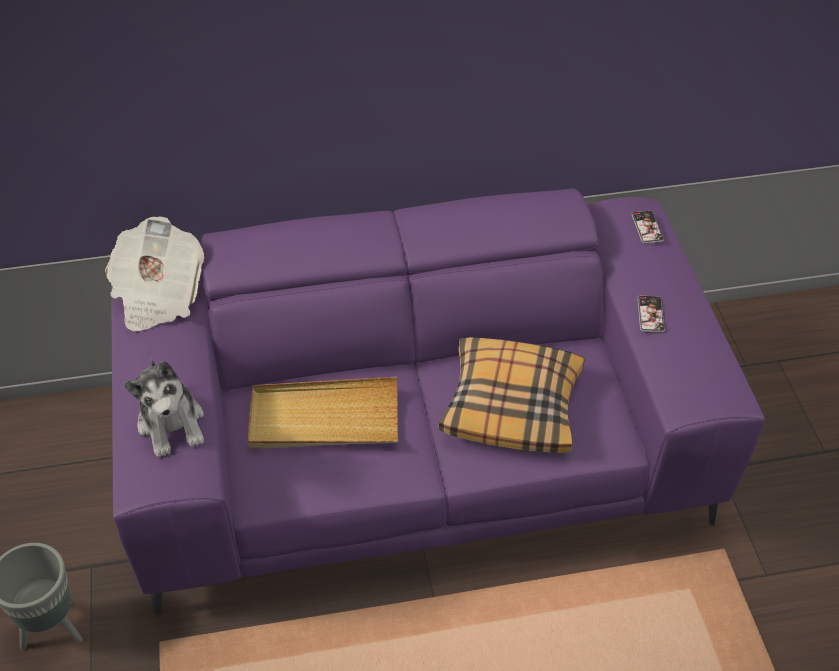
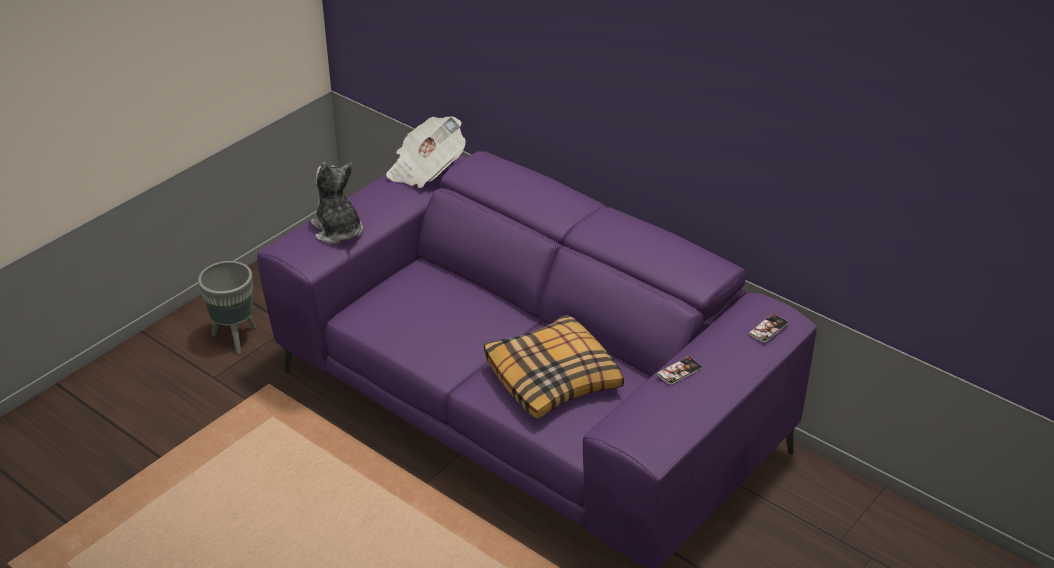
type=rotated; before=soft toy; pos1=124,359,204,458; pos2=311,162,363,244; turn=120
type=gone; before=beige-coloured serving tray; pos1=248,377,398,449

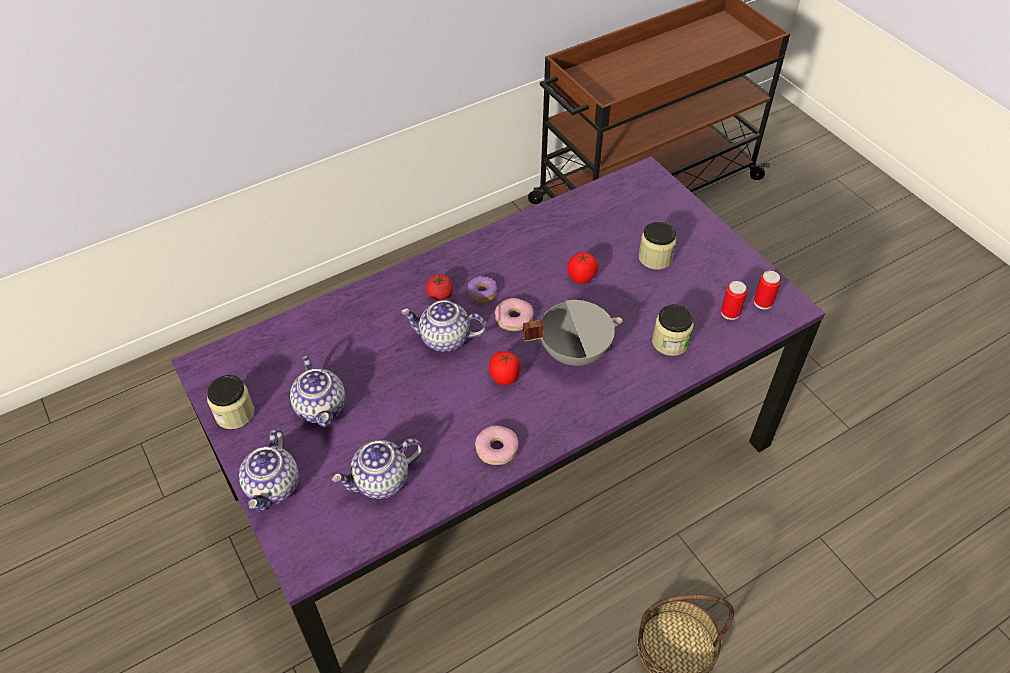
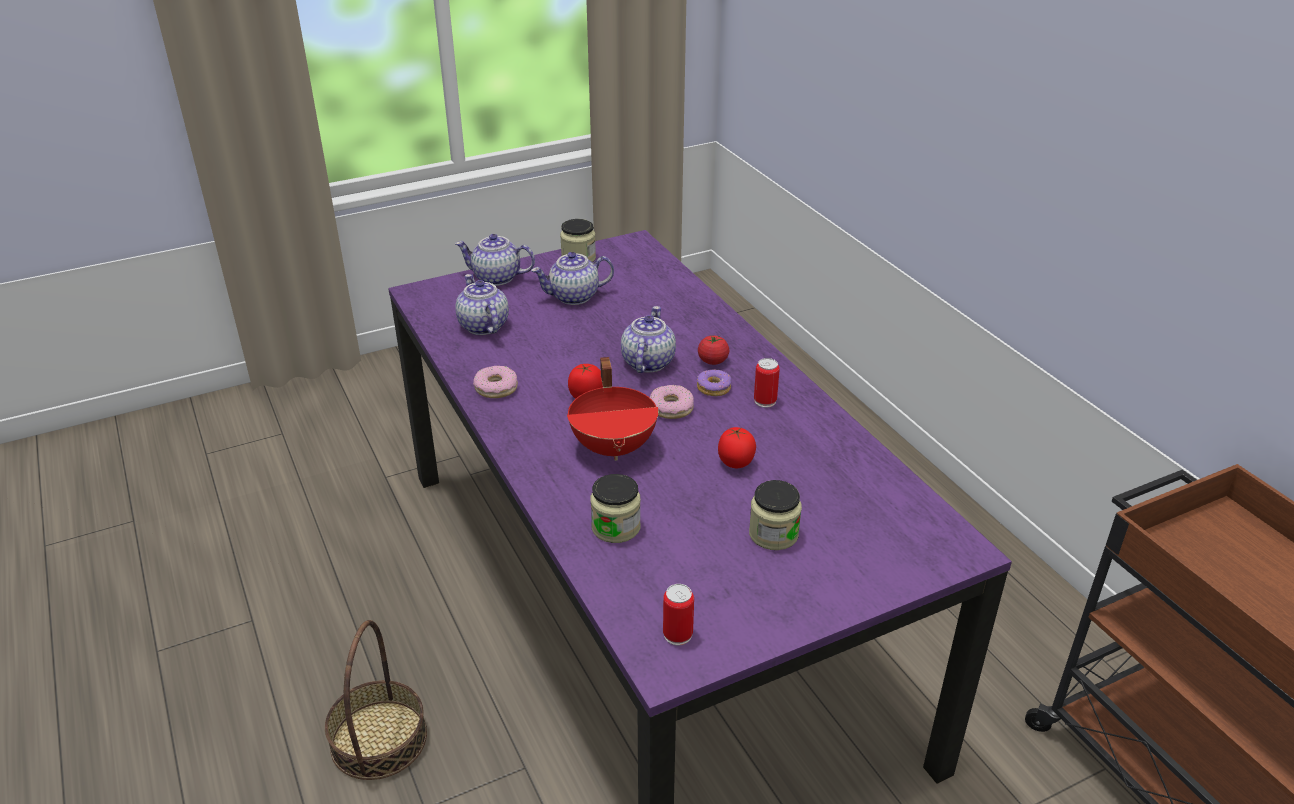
type=shifted; before=sealed can; pos1=721,281,747,320; pos2=754,358,780,408
type=repainted; before=greyish saucepot; after=red-coloured saucepot; pos1=523,300,623,366; pos2=567,357,659,461

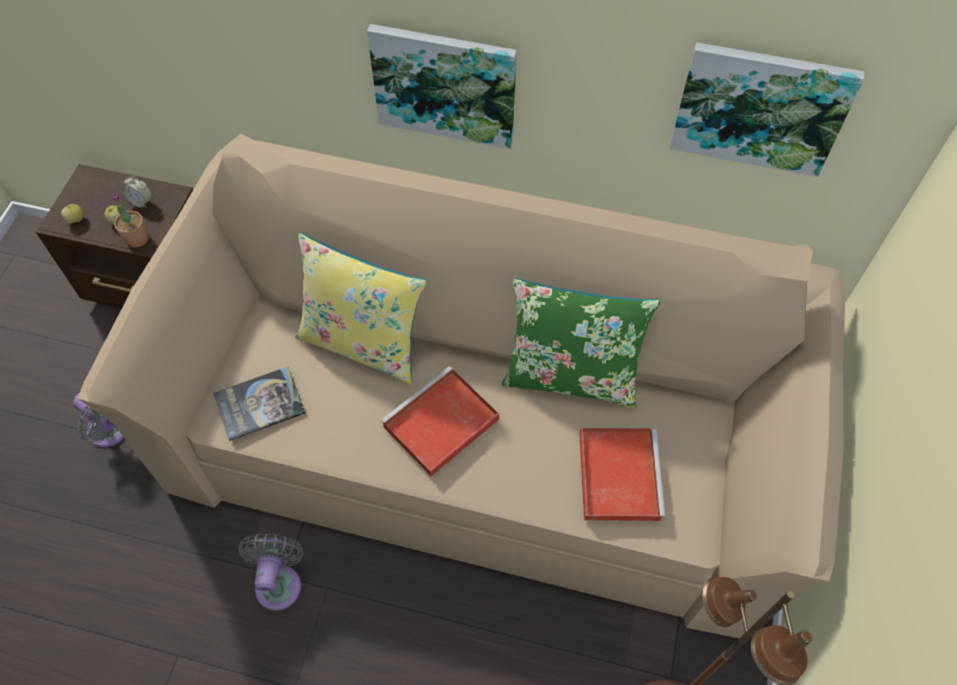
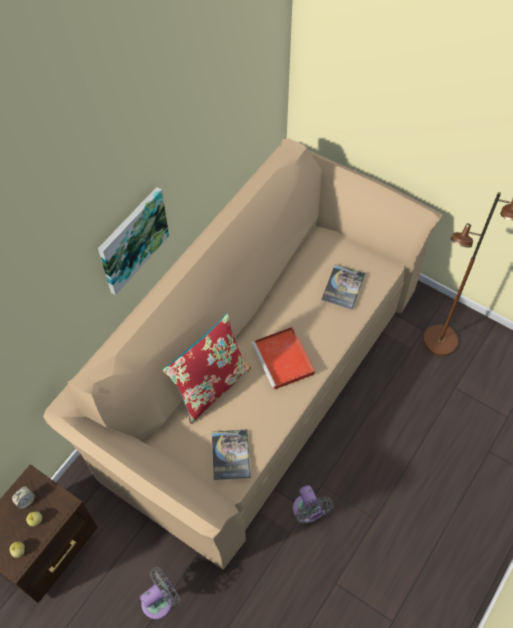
type=gone; before=wall art; pos1=669,42,865,177
type=gone; before=plant in a pot; pos1=112,193,149,247
type=repainted; before=yellow-coloured cushion; after=red-coloured cushion; pos1=295,233,427,385; pos2=163,313,251,424
type=gone; before=greenish cushion; pos1=502,278,661,407
type=swapped; before=red-coloured serving tray; after=book; pos1=579,428,666,521; pos2=321,264,365,310
type=rotated; before=greyish electric fan; pos1=238,534,303,611; pos2=293,485,334,523; turn=-135

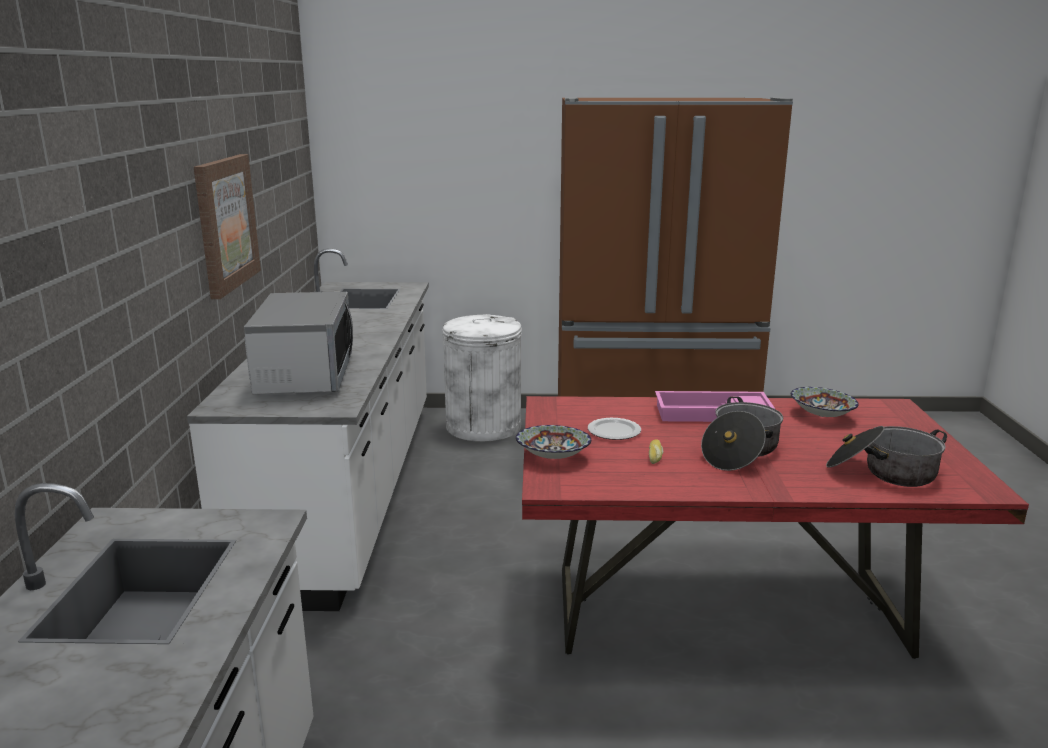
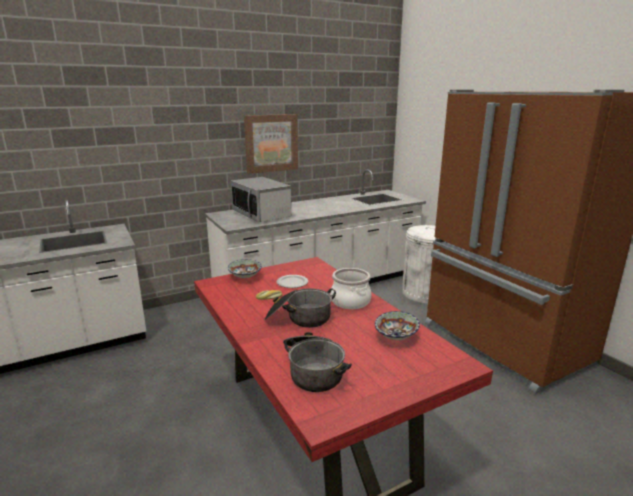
type=rotated; before=kitchen microwave; pos1=244,292,353,394; pos2=231,177,291,222; turn=90
type=swapped; before=pink serving tray; after=saucepot; pos1=655,391,775,422; pos2=330,268,372,309

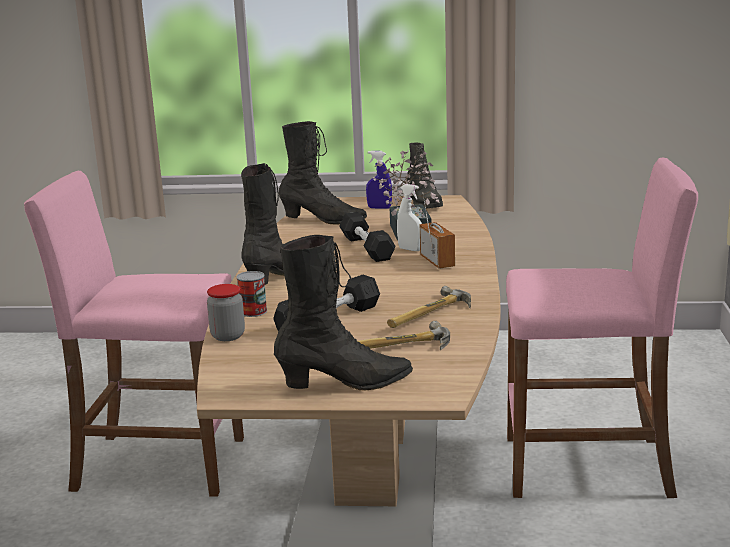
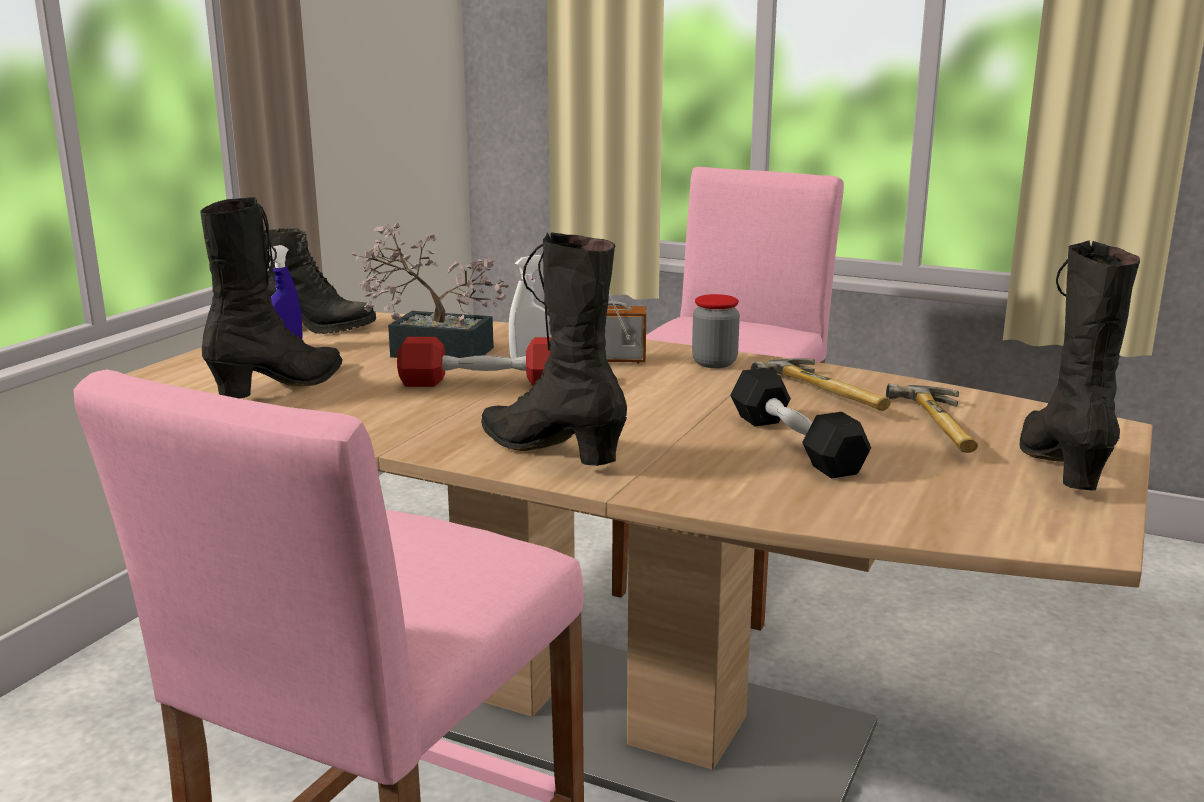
type=repainted; before=black-coloured dumbbell; after=red-coloured dumbbell; pos1=339,212,396,262; pos2=397,337,552,387
type=gone; before=sealed can; pos1=236,271,267,317
type=shifted; before=storage jar; pos1=207,284,245,341; pos2=692,294,740,368

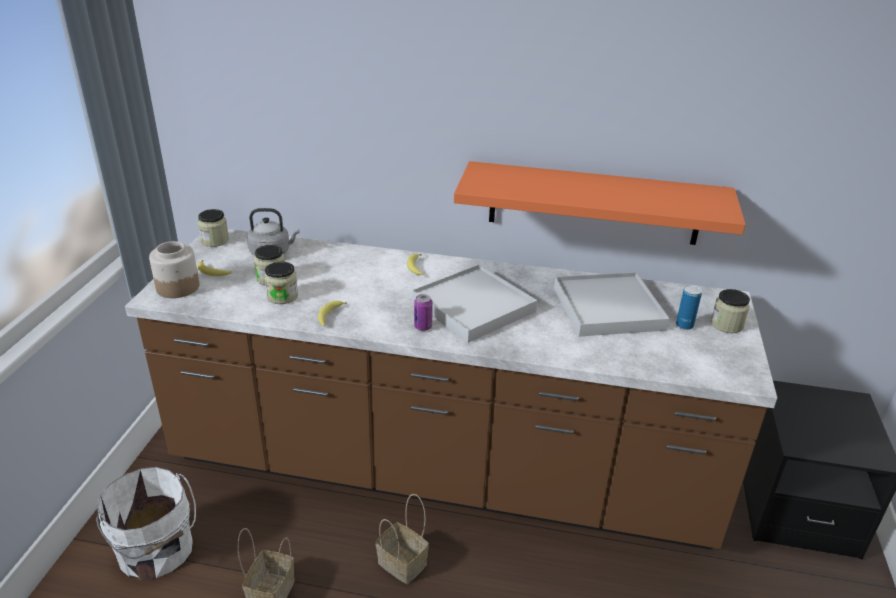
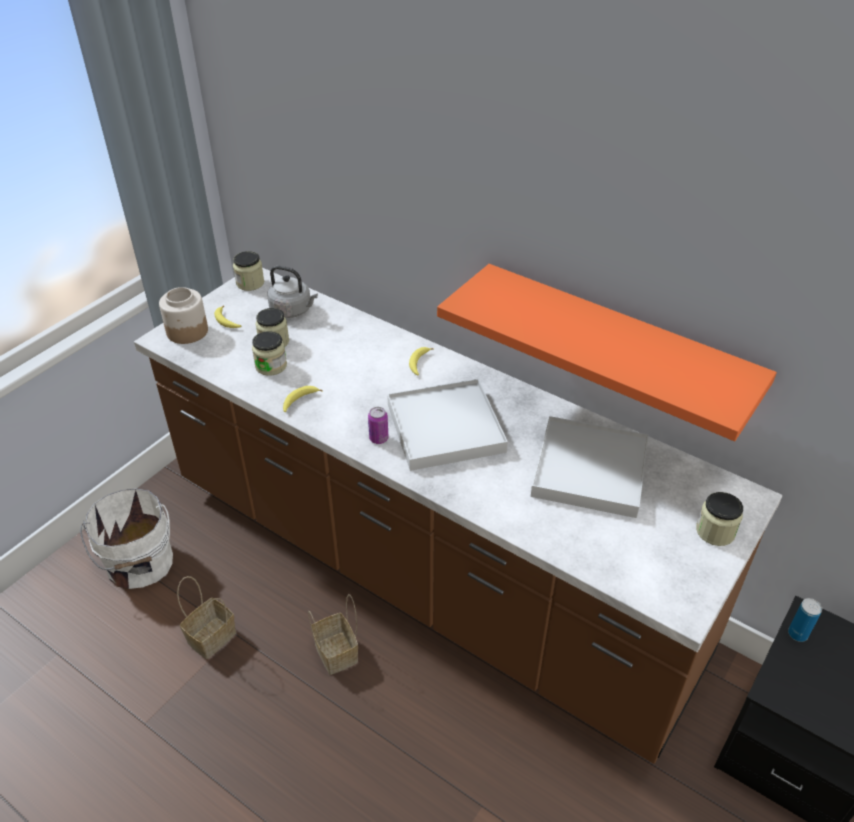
type=shifted; before=sealed can; pos1=676,285,702,330; pos2=788,598,822,642

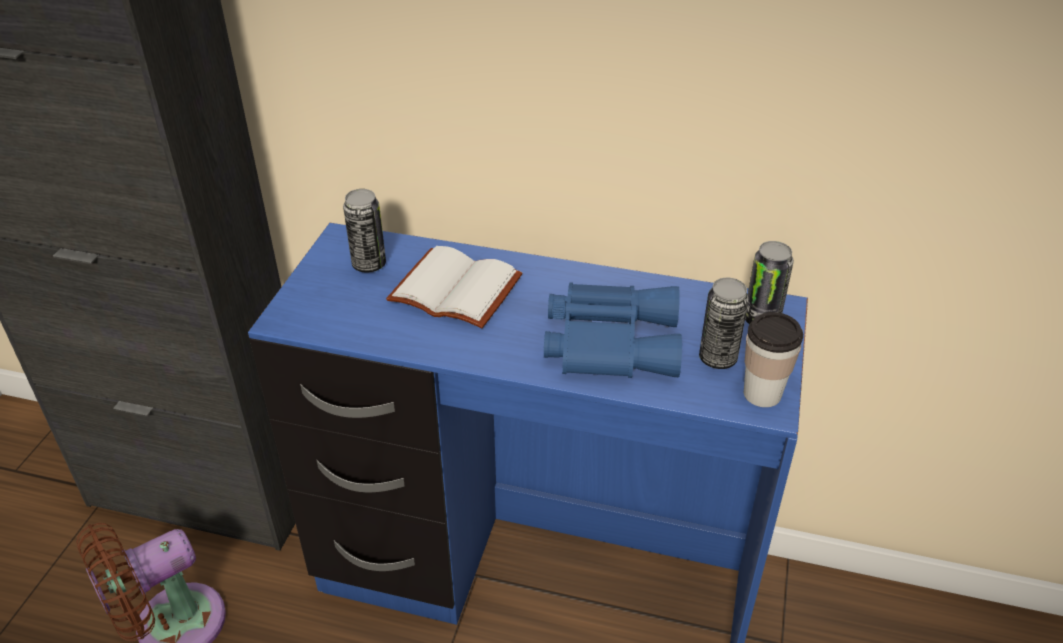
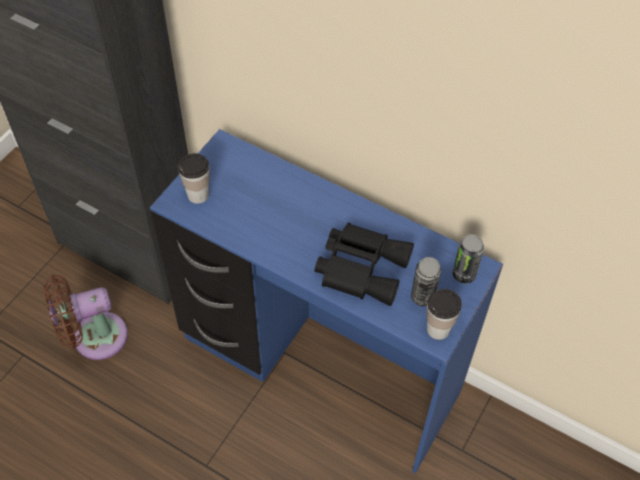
type=gone; before=sealed can; pos1=343,189,386,272
type=gone; before=white book; pos1=386,246,522,328
type=repainted; before=blue-coloured pair of binoculars; after=black-coloured pair of binoculars; pos1=544,282,682,378; pos2=315,223,414,306
type=new; after=drinking cup; pos2=178,153,209,204

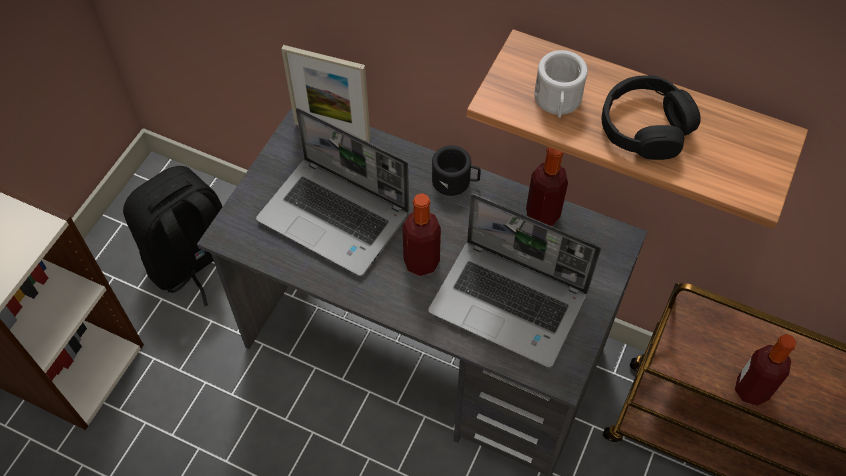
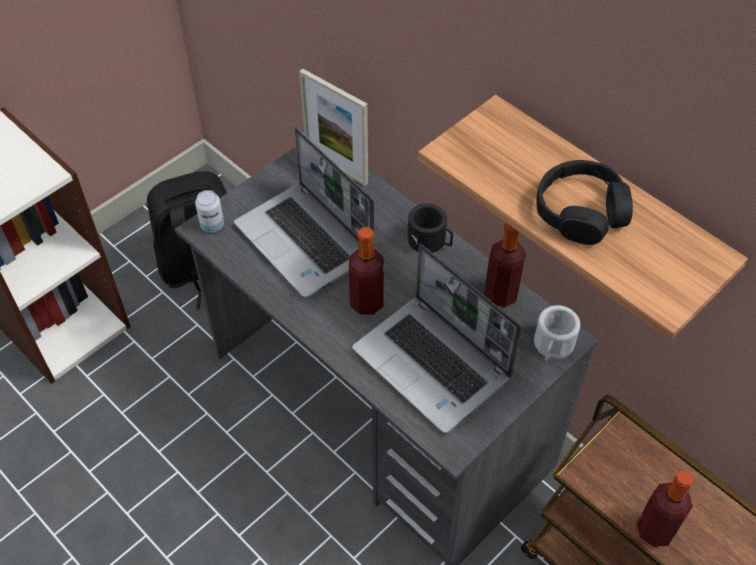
type=shifted; before=white tea mug; pos1=534,50,588,118; pos2=534,305,580,361
type=new; after=sealed can; pos2=195,190,224,232

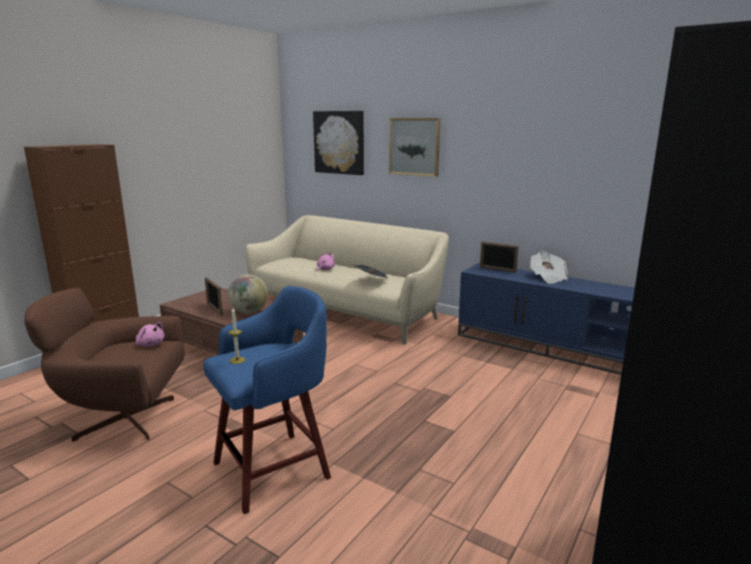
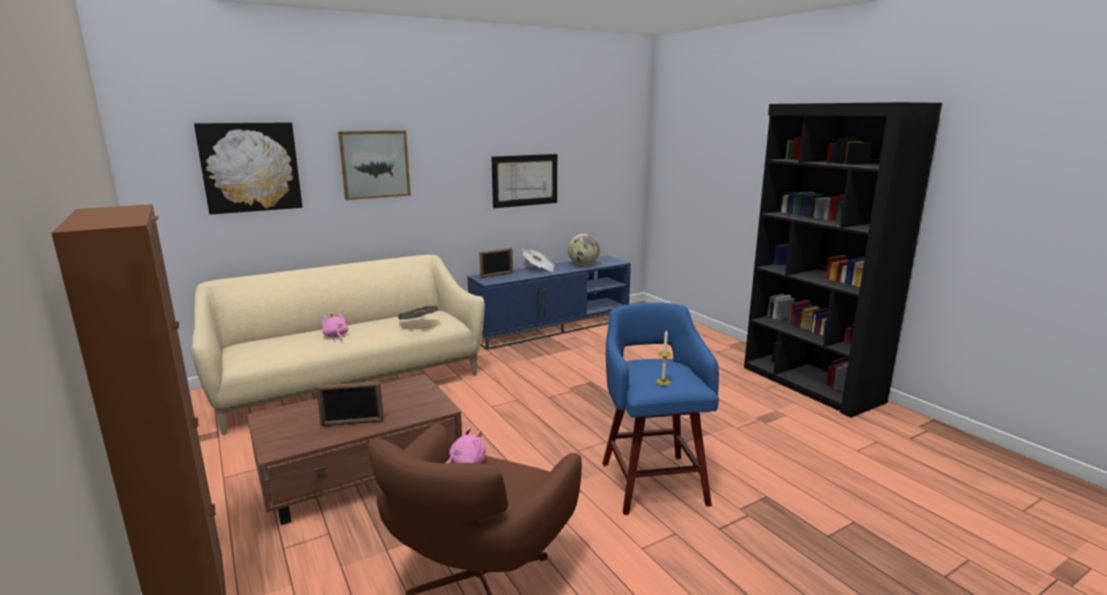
type=shifted; before=desk globe; pos1=228,274,268,313; pos2=568,234,600,266
type=new; after=wall art; pos2=491,154,557,208

